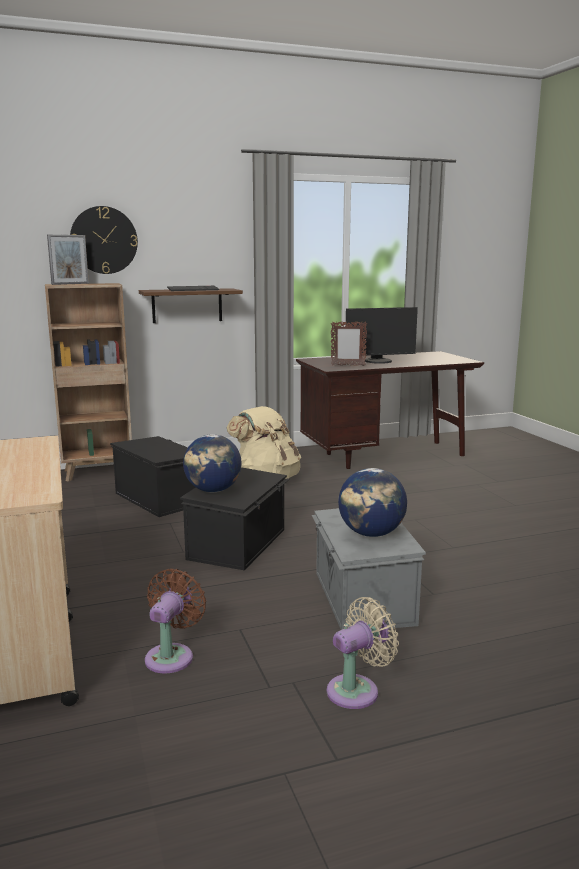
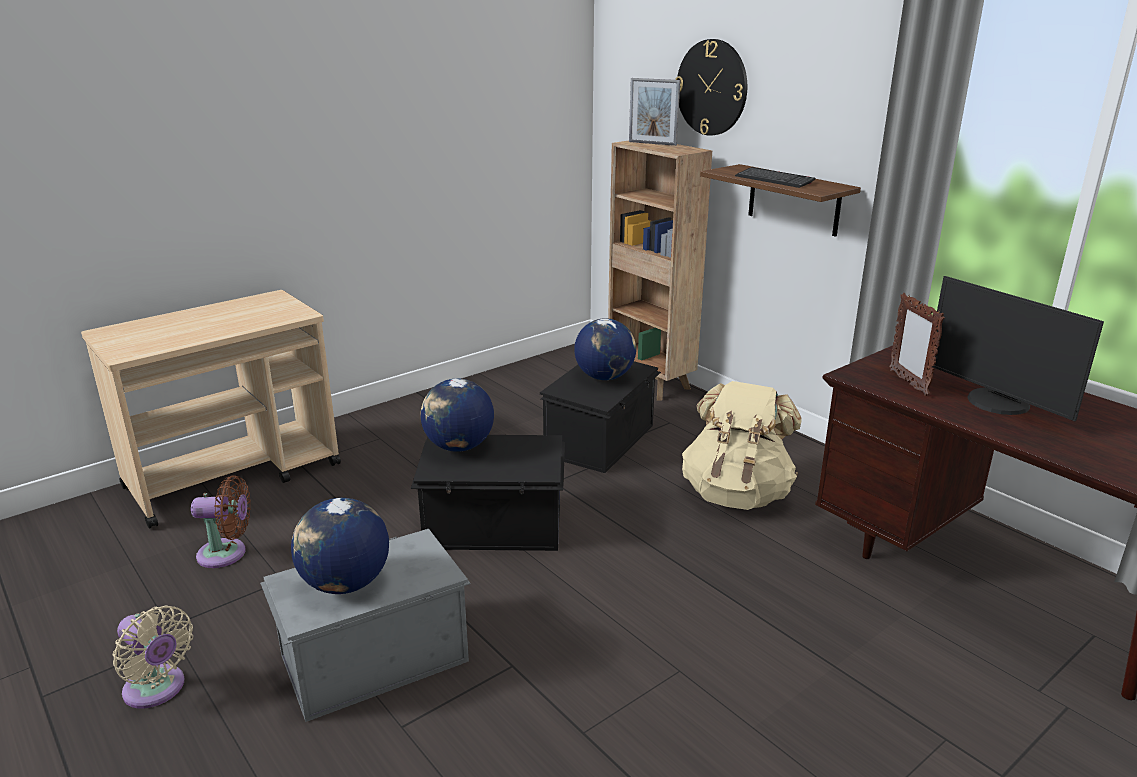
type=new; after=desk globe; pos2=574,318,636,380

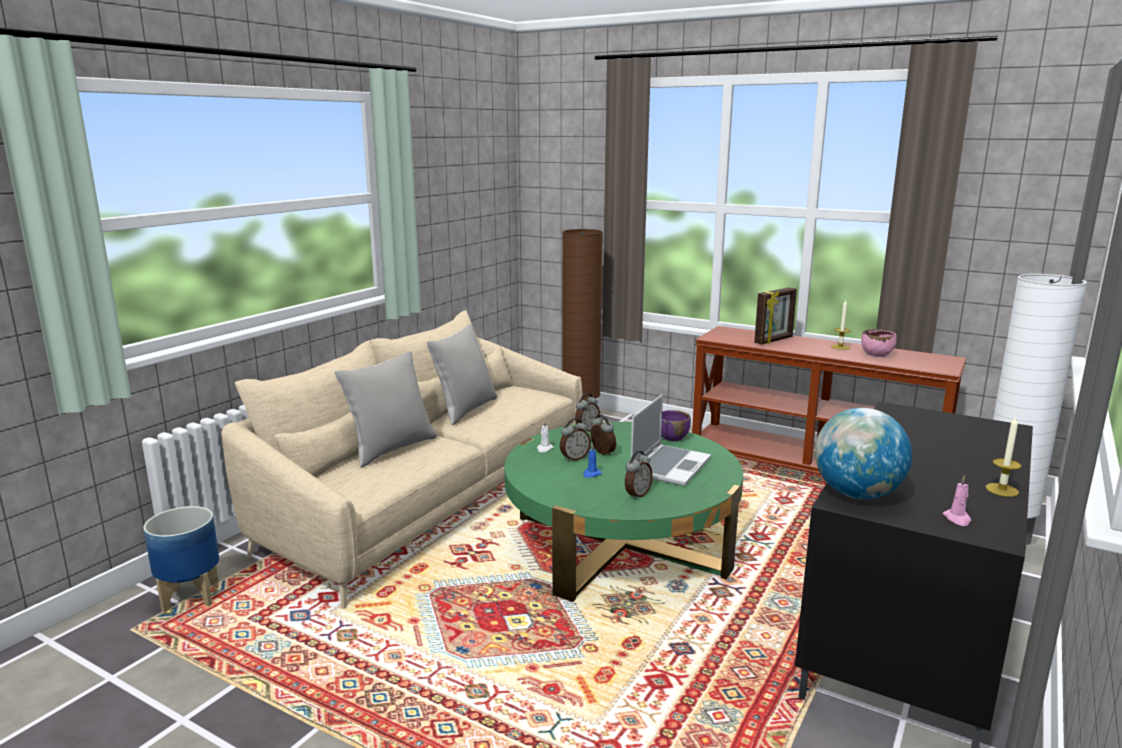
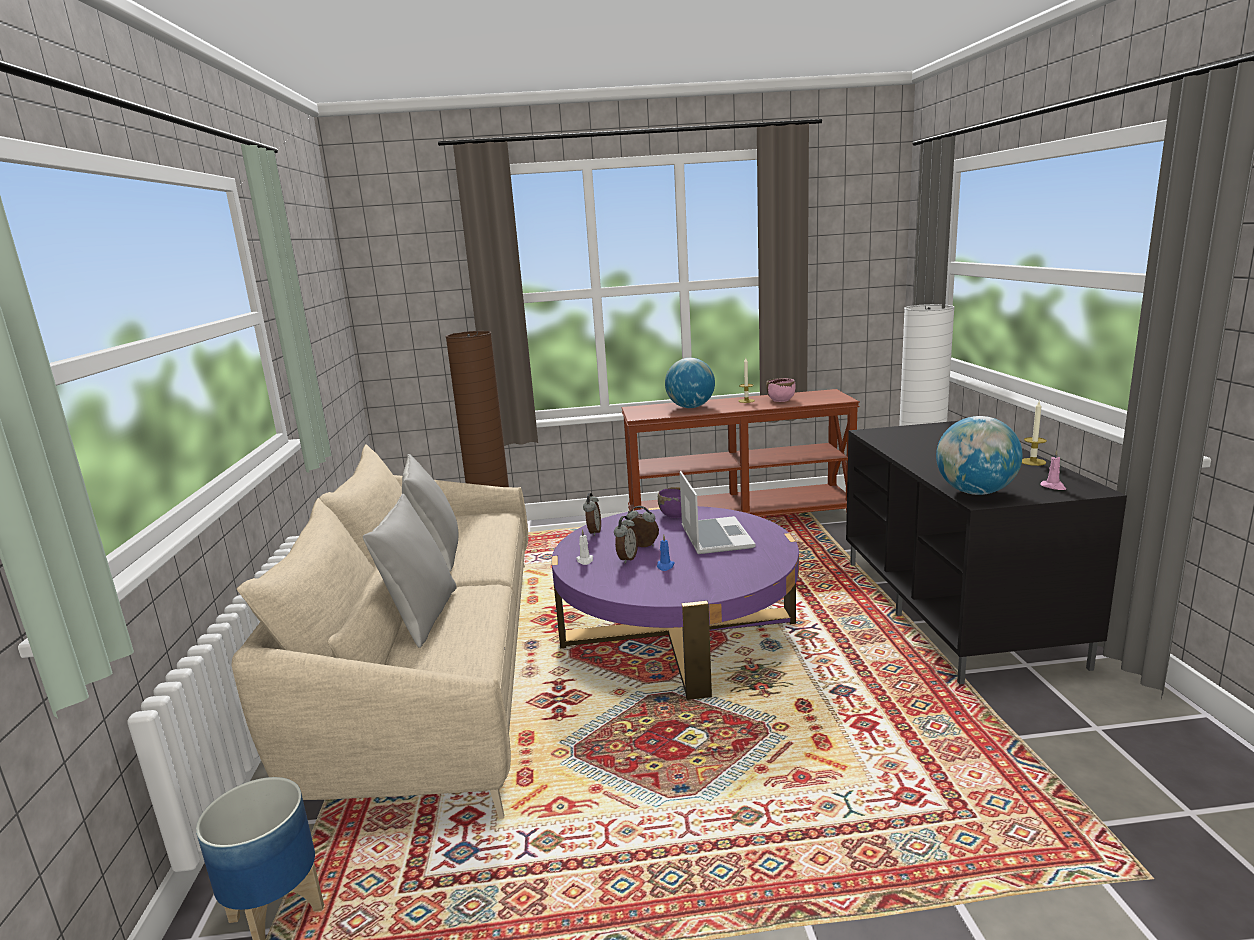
type=swapped; before=photo frame; after=desk globe; pos1=754,287,797,345; pos2=665,358,715,408
type=repainted; before=greenish coffee table; after=purple-coloured coffee table; pos1=504,422,743,602; pos2=552,506,799,700
type=gone; before=alarm clock; pos1=625,451,653,500

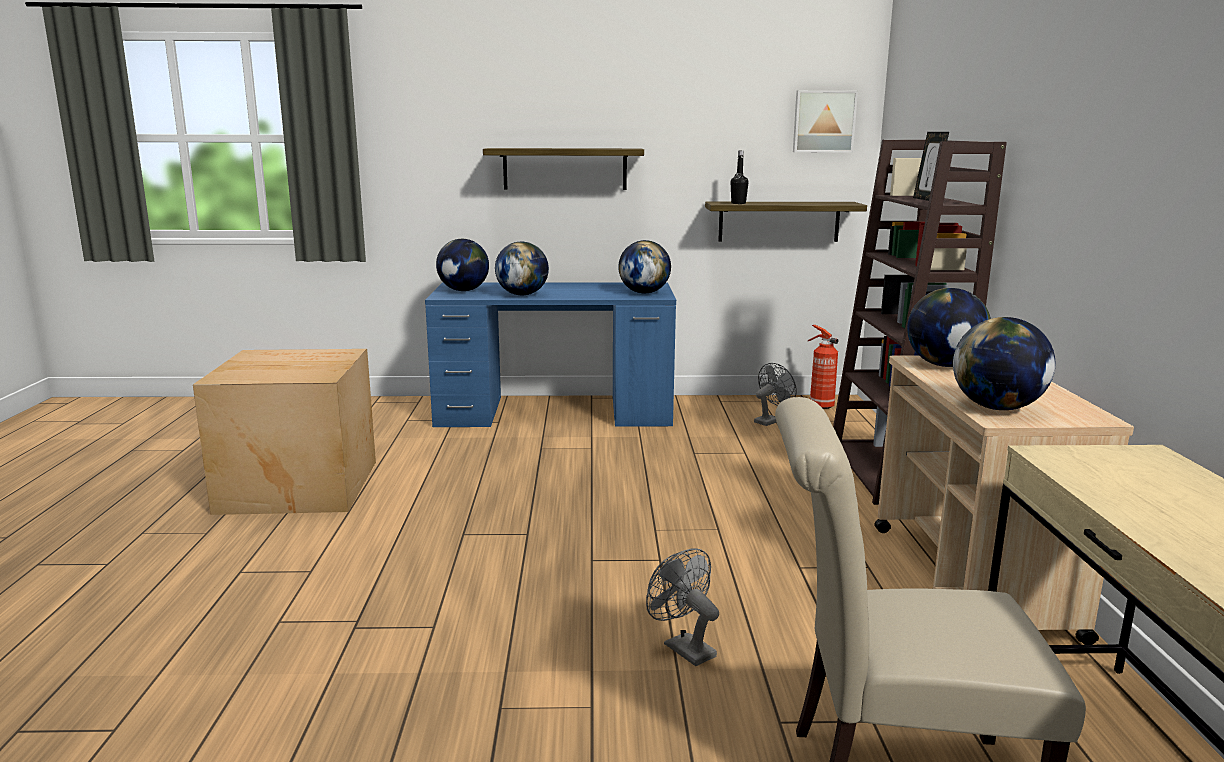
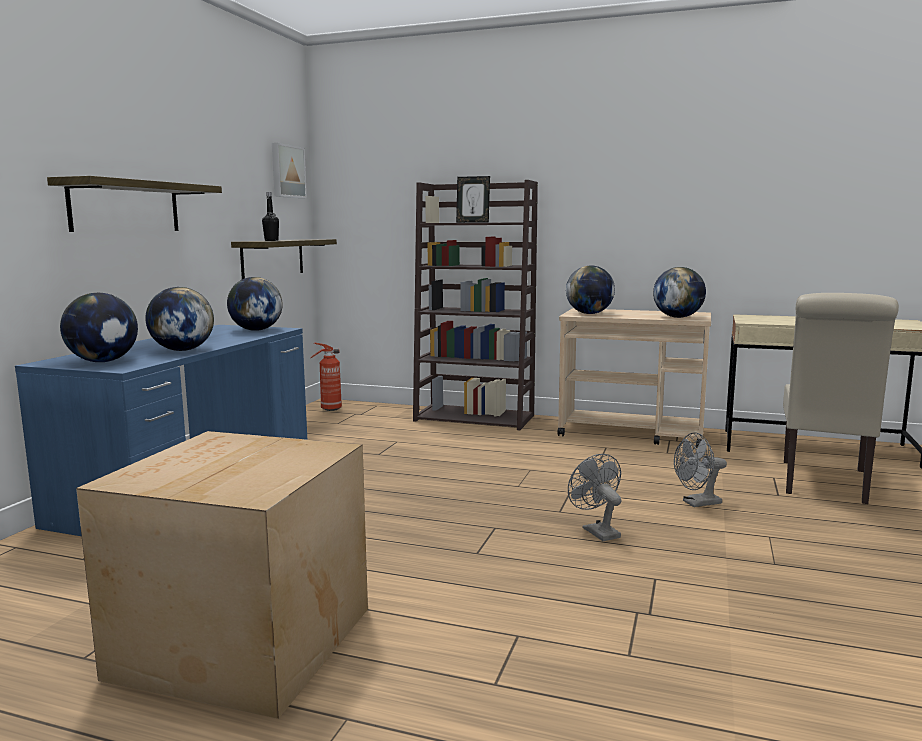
type=shifted; before=greyish electric fan; pos1=754,363,797,426; pos2=568,454,621,541

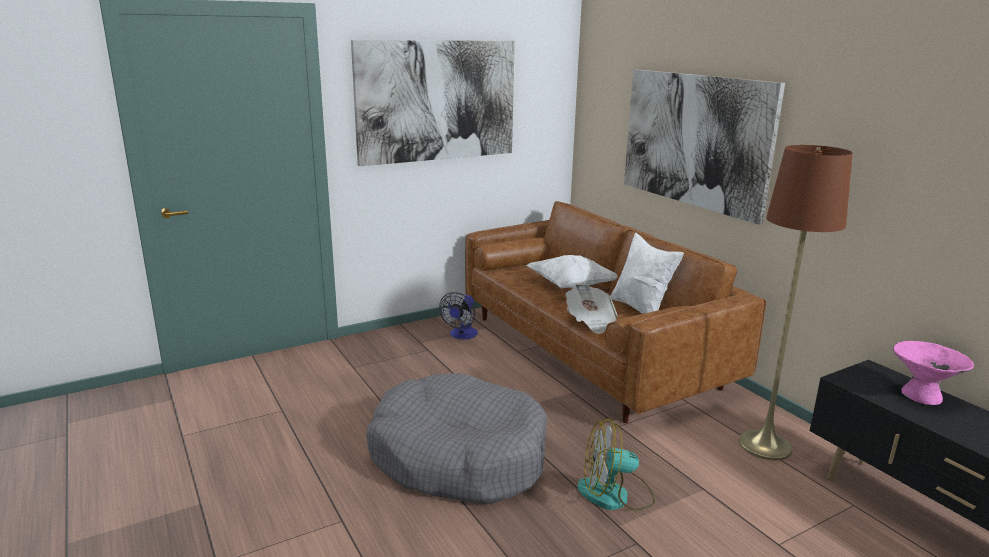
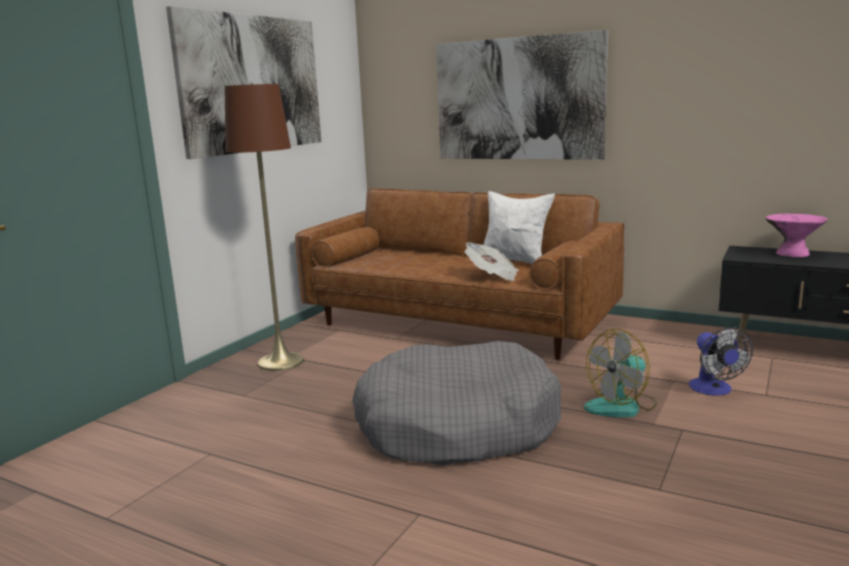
type=shifted; before=brownish standard lamp; pos1=739,145,853,460; pos2=224,83,304,371
type=gone; before=white cushion; pos1=526,255,618,289
type=shifted; before=electric fan; pos1=439,292,478,339; pos2=689,327,753,396

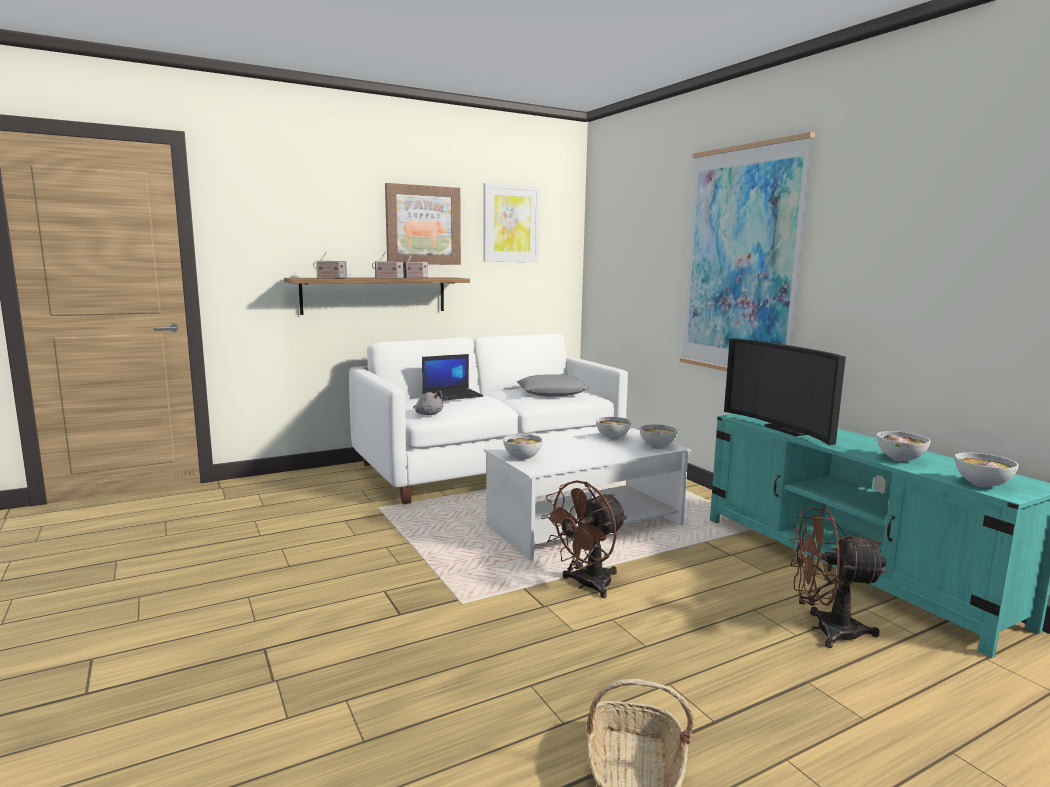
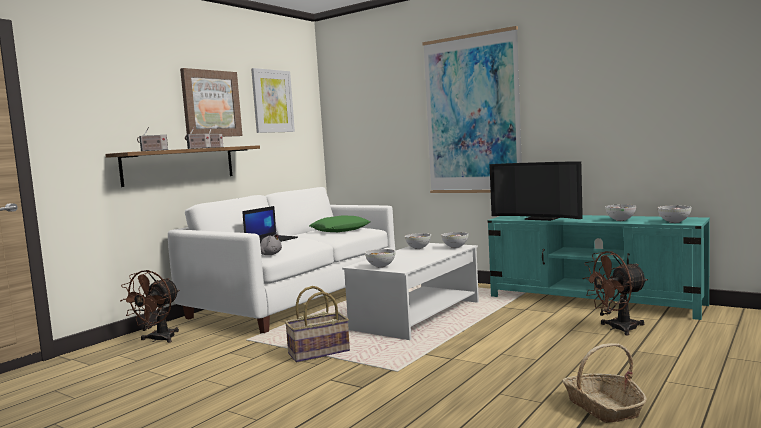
type=repainted; before=greyish cushion; after=greenish cushion; pos1=517,374,589,397; pos2=309,215,371,232
type=shifted; before=brownish electric fan; pos1=541,480,628,598; pos2=120,270,179,343
type=new; after=household basket; pos2=285,286,350,362

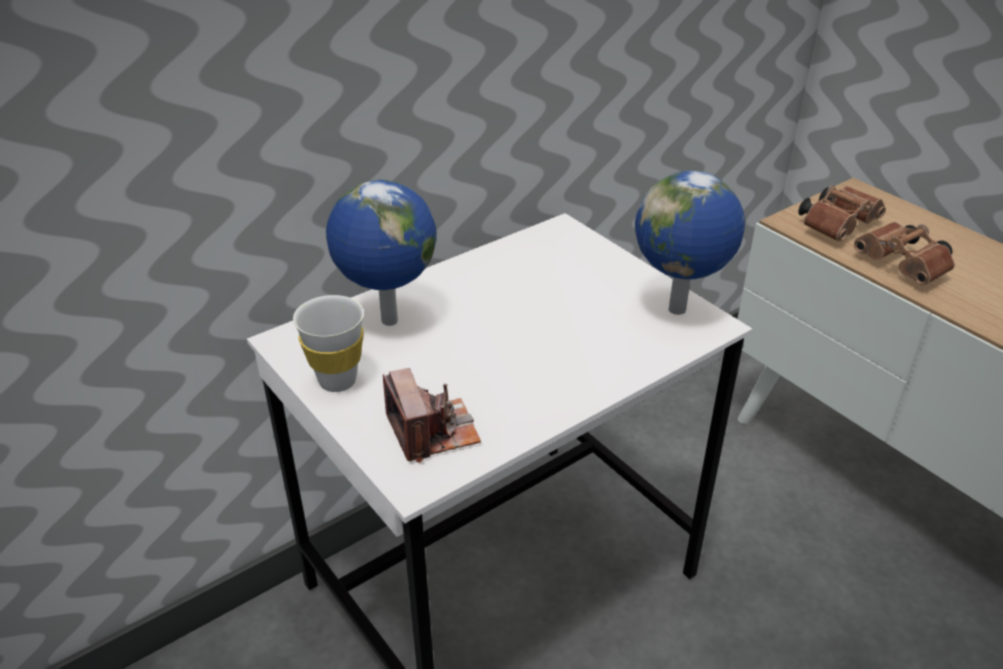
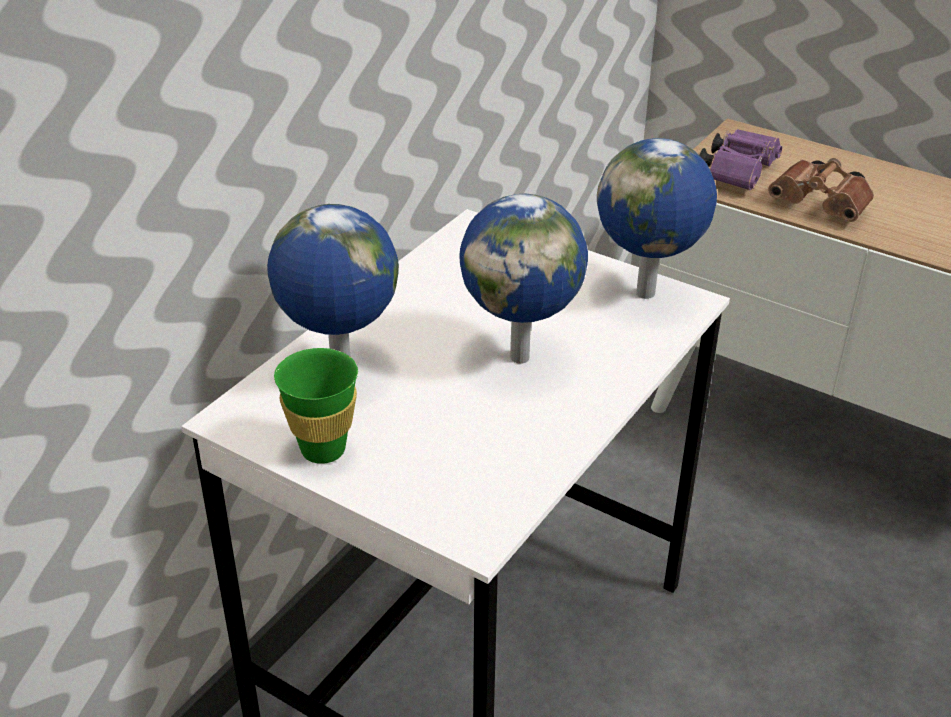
type=repainted; before=brownish pair of binoculars; after=purple-coloured pair of binoculars; pos1=798,185,886,242; pos2=699,129,782,190
type=repainted; before=white drinking cup; after=greenish drinking cup; pos1=293,295,364,392; pos2=274,348,358,464
type=gone; before=photo camera; pos1=383,368,481,463
type=new; after=desk globe; pos2=459,194,588,364

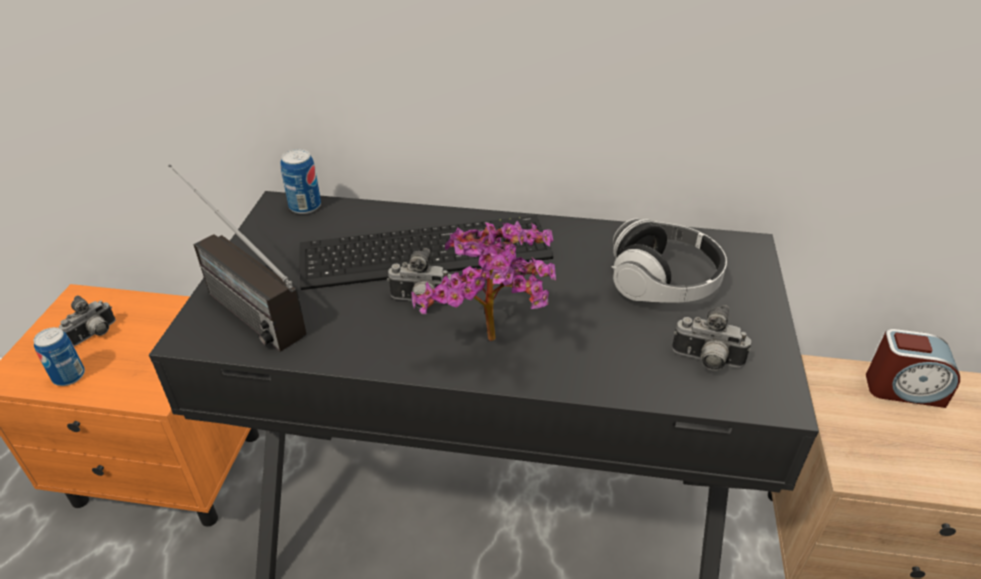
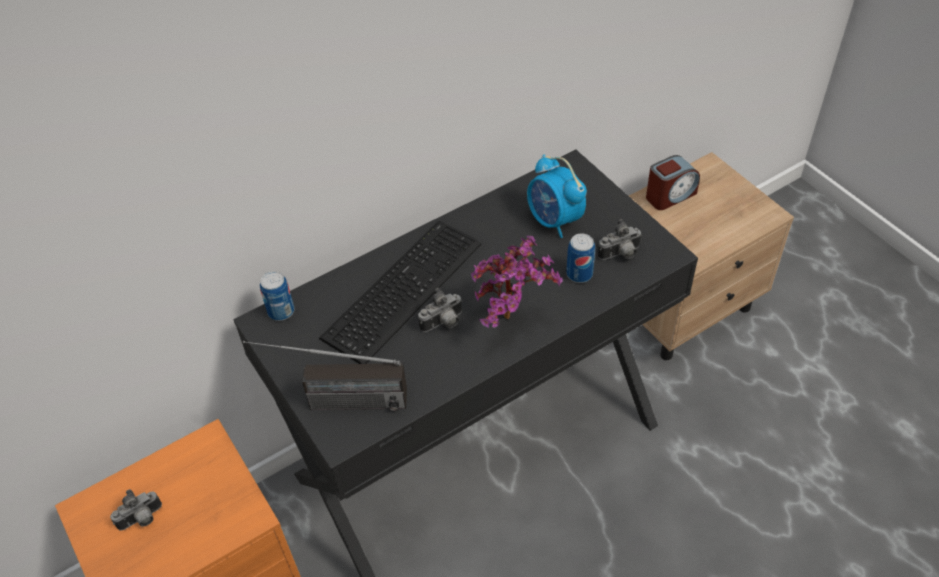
type=swapped; before=headphones; after=alarm clock; pos1=611,219,727,303; pos2=527,154,587,238
type=rotated; before=photo camera; pos1=59,295,116,346; pos2=110,489,162,531; turn=60
type=shifted; before=sealed can; pos1=34,327,85,386; pos2=566,233,595,283

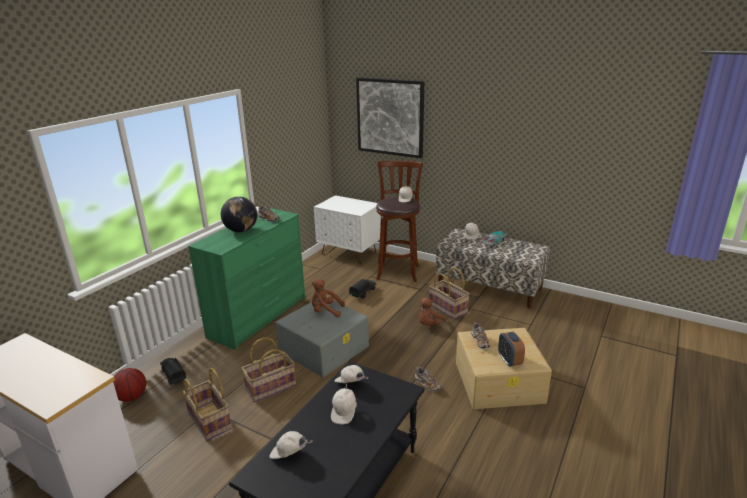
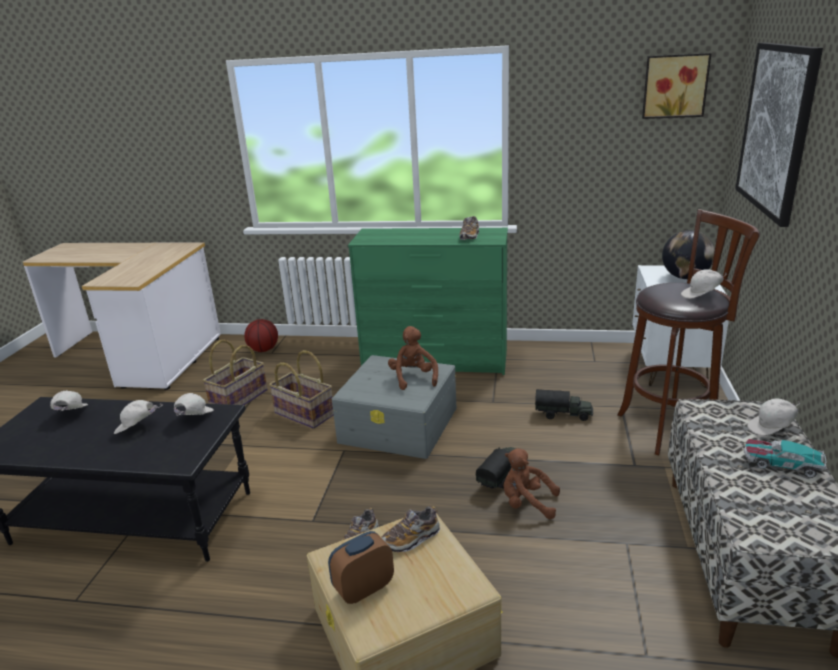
type=shifted; before=desk globe; pos1=221,197,257,232; pos2=662,230,715,279
type=gone; before=household basket; pos1=429,268,470,319
type=shifted; before=model truck; pos1=160,358,186,385; pos2=476,447,516,489
type=new; after=wall art; pos2=642,53,712,119

